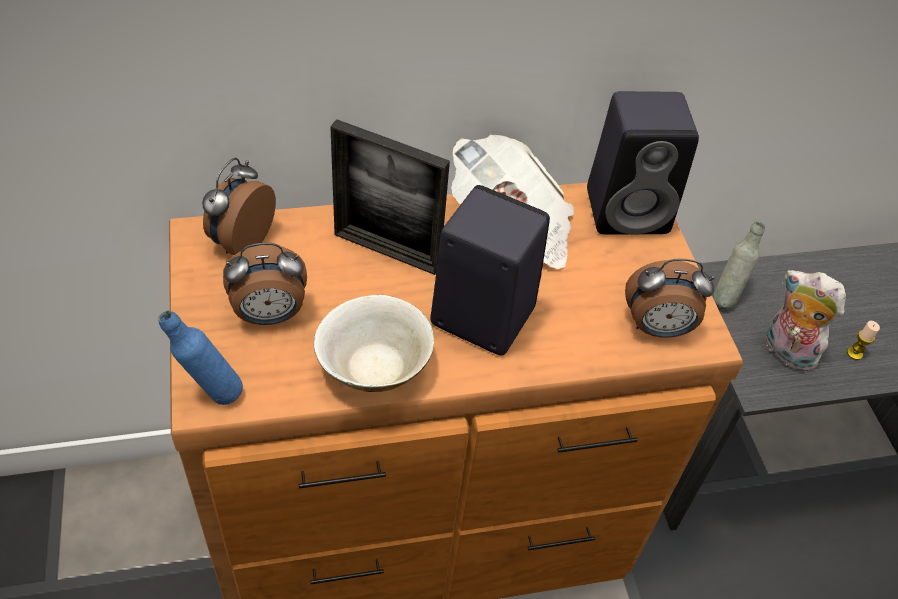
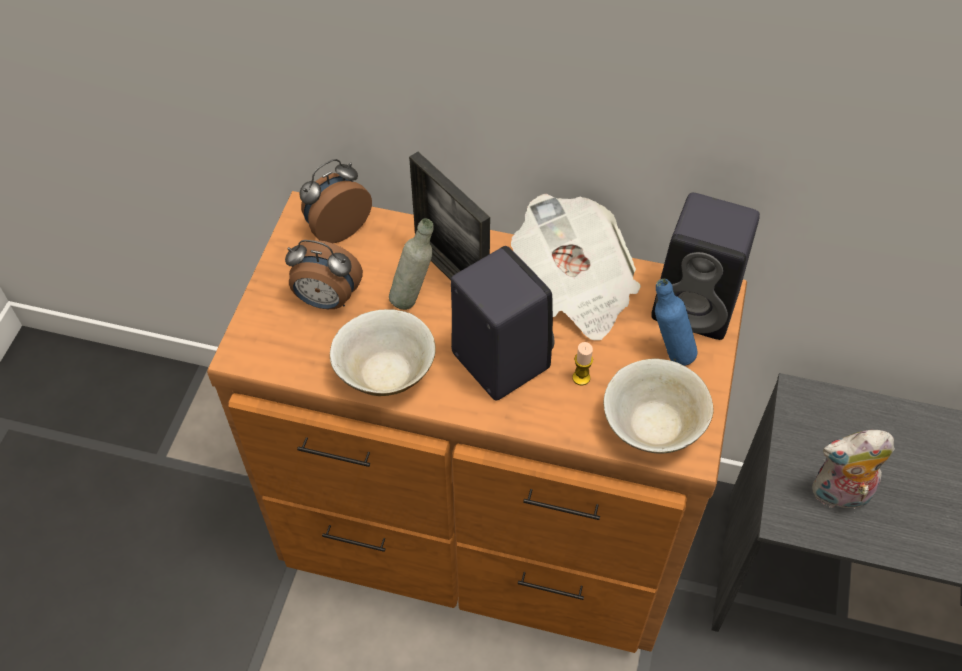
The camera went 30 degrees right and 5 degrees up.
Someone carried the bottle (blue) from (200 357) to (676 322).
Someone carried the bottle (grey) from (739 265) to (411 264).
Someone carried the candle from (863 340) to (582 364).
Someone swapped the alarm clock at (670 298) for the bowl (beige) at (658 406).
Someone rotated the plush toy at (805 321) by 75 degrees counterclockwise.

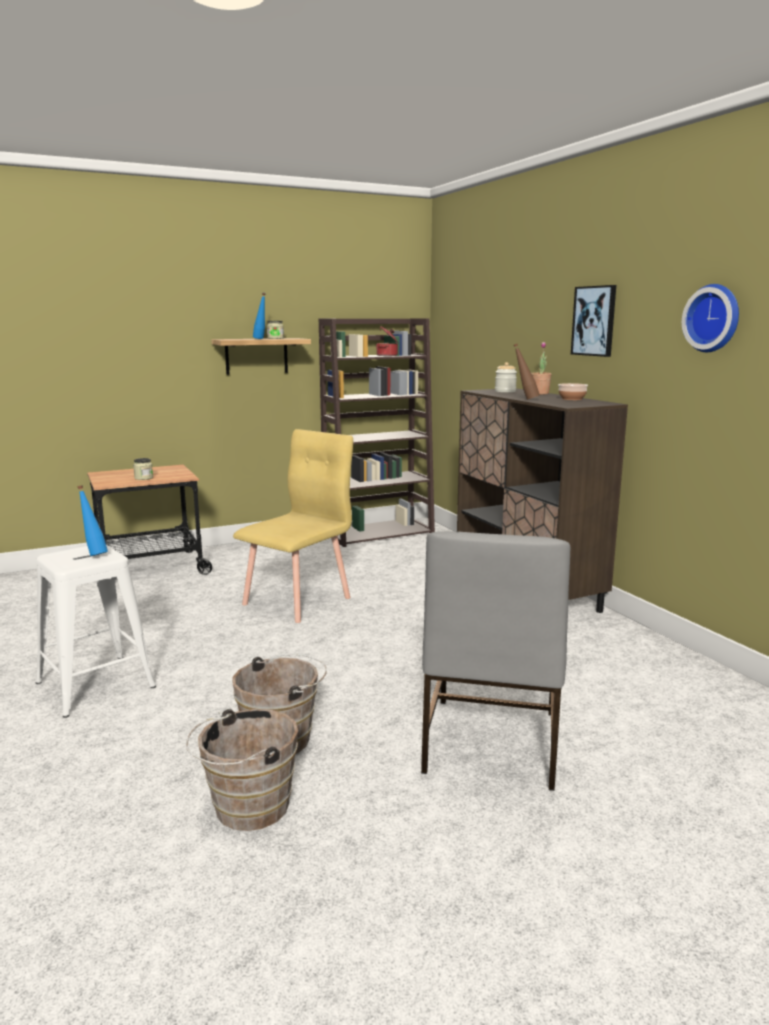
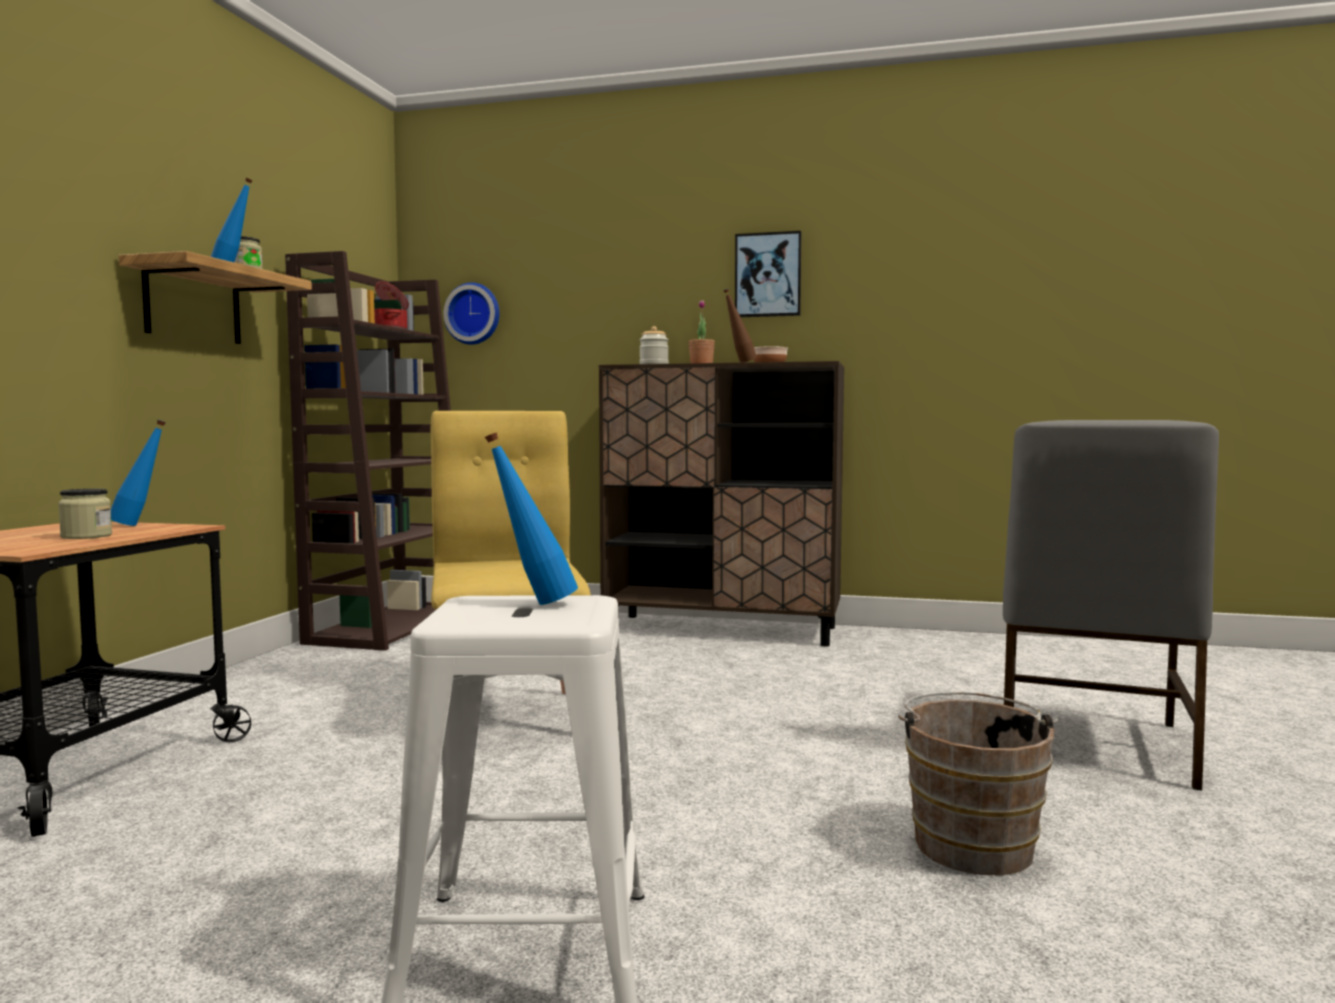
The camera went 50 degrees left and 10 degrees down.
Someone took away the bucket (brown) at (242 770).
Someone put down the bottle (blue) at (138 472).
Someone carried the wall clock from (710 318) to (472 314).
Someone rotated the chair (grey) at (495 661) by 60 degrees clockwise.

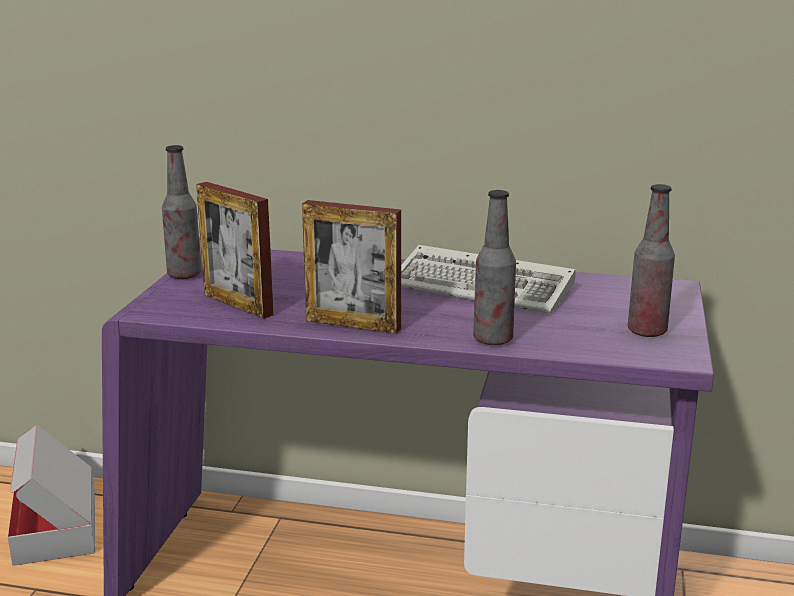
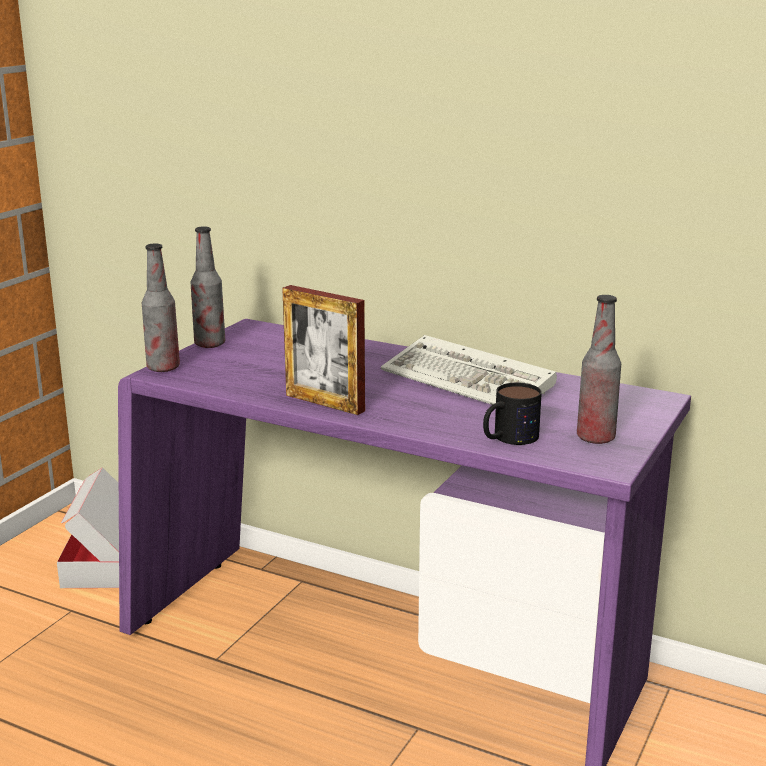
The camera went 15 degrees right and 0 degrees up.
Someone took away the picture frame at (235 250).
Someone put down the mug at (512 414).
Someone carried the bottle from (494 267) to (161 308).

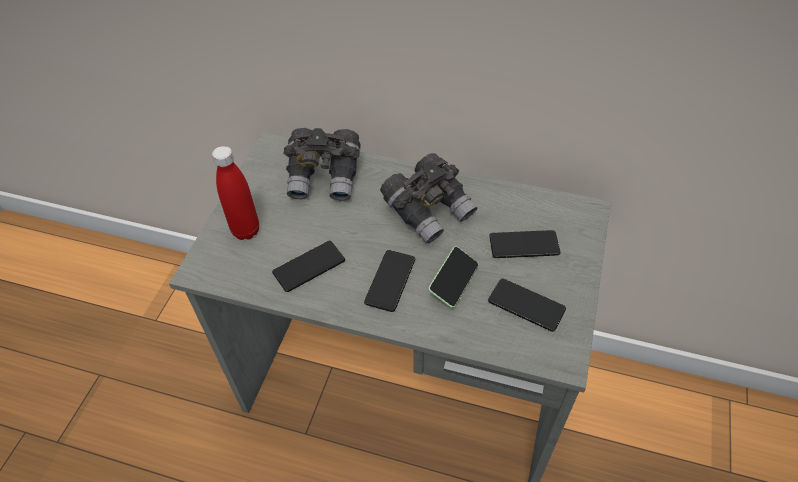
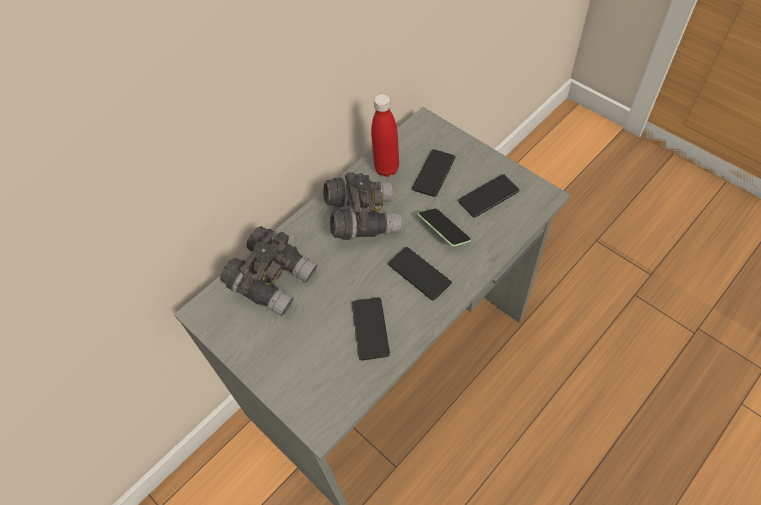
The camera went 60 degrees left and 5 degrees up.
Someone carried the bottle (red) from (235 193) to (385 135).

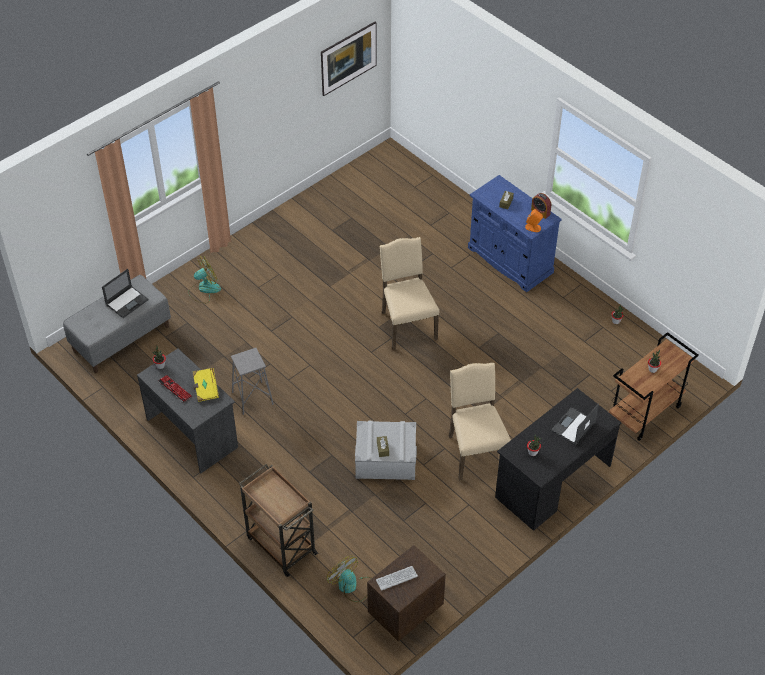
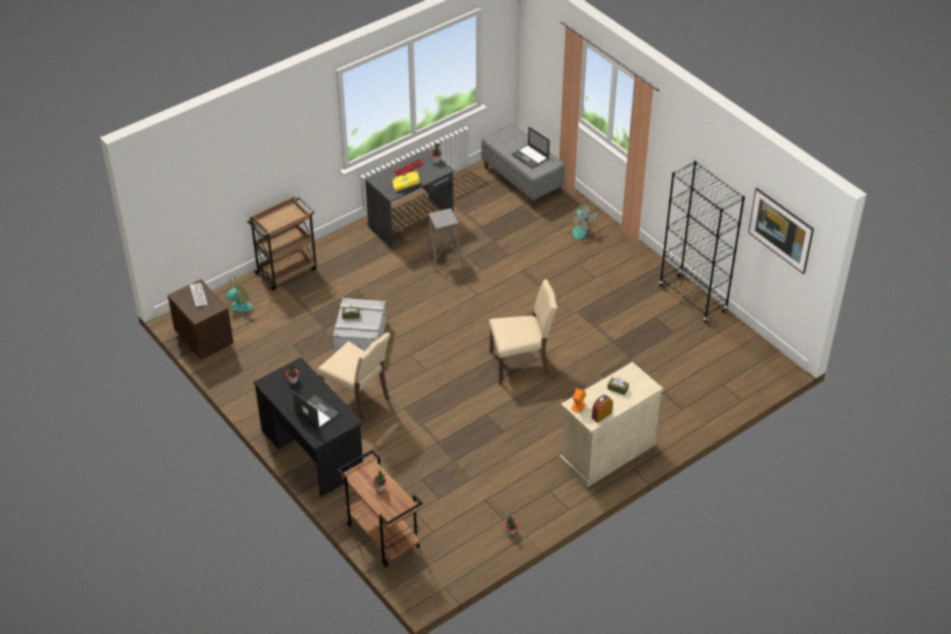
The camera went 95 degrees right and 5 degrees down.
Someone put down the bookcase (black) at (702 242).
Someone repainted the cabinet (blue) at (515 233), which became the cabinet (beige) at (611 424).
Someone rotated the chair (beige) at (480 421) by 45 degrees clockwise.

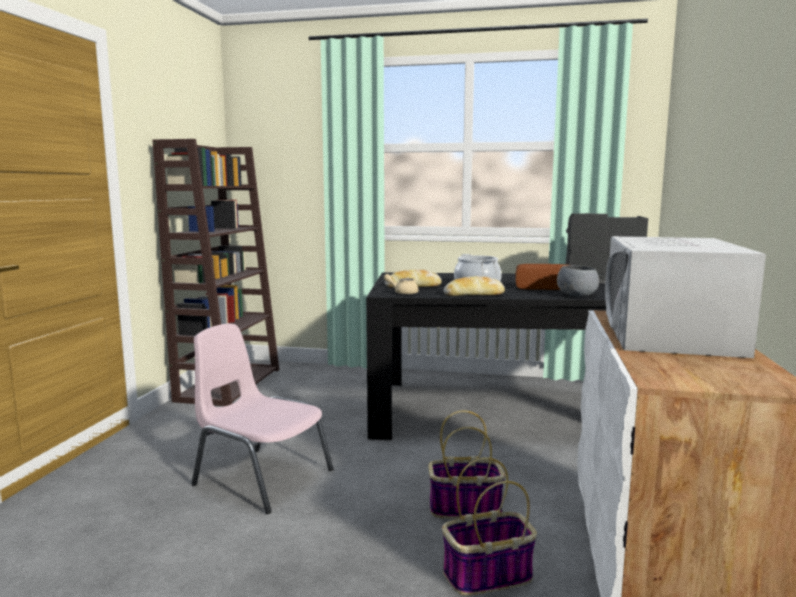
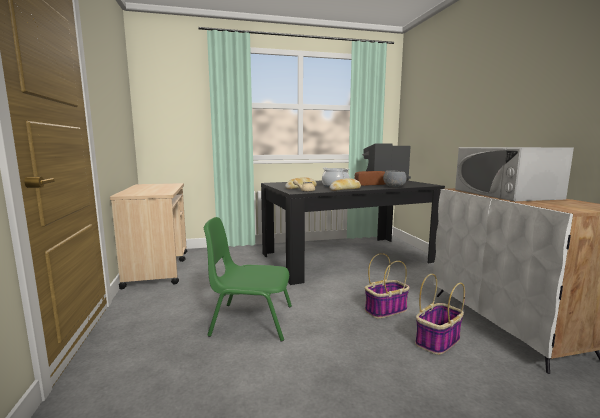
The camera went 25 degrees left and 0 degrees up.
Someone swapped the bookcase (brown) at (215 272) for the cart (beige) at (148 236).
Someone repainted the chair (pink) at (262 419), which became the chair (green) at (248 279).

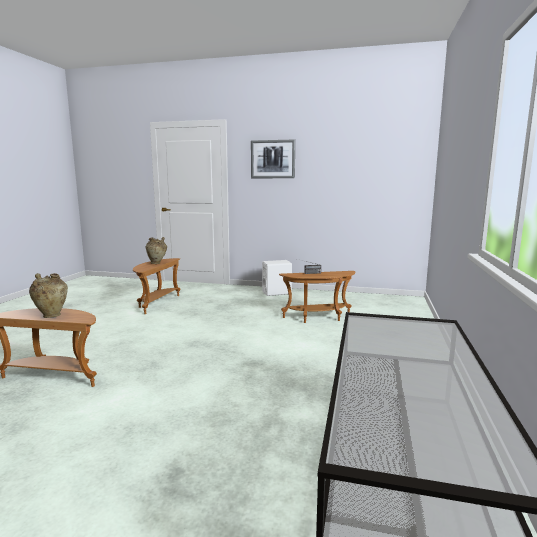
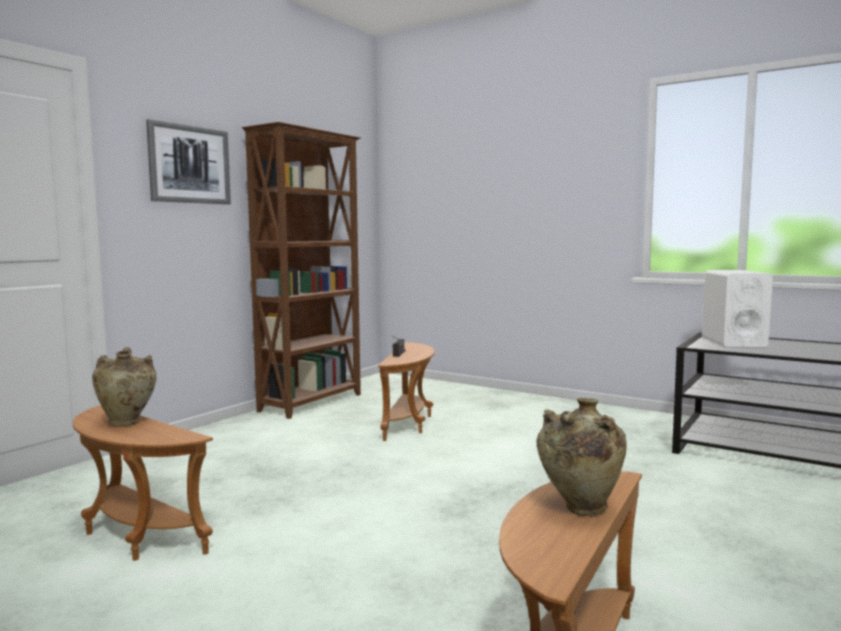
The camera went 70 degrees left and 5 degrees down.
Someone put down the bookcase (brown) at (301 270).
Someone carried the speaker (white) from (277 278) to (737 308).

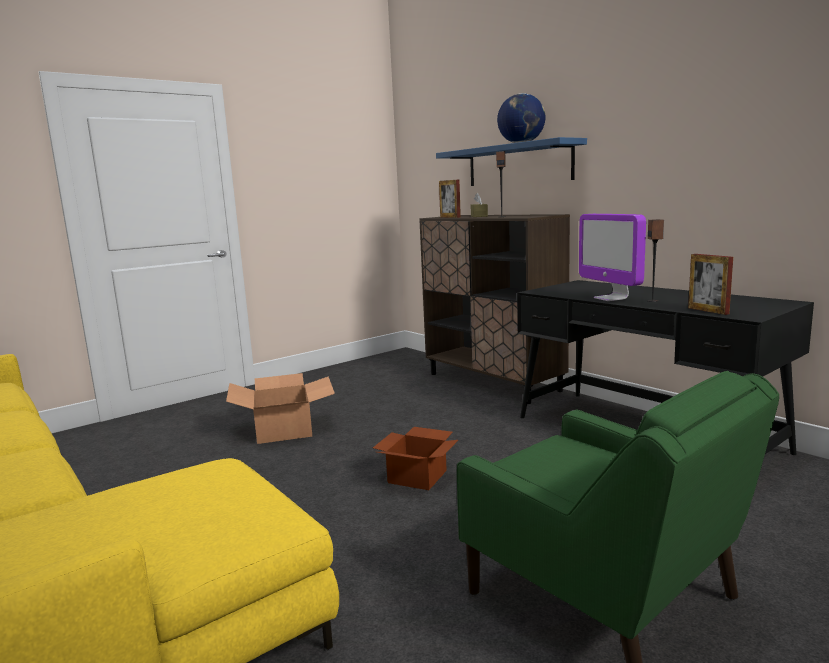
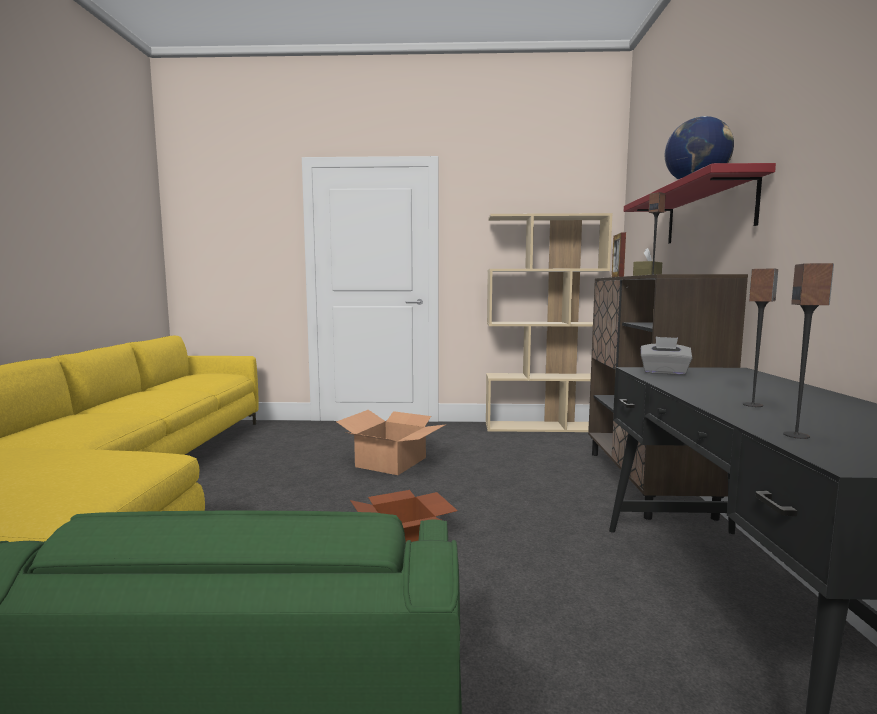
The camera went 40 degrees right and 5 degrees down.
Someone took away the monitor at (612 257).
Someone put down the bookcase (beige) at (549 322).
Someone put down the tissue box (grey) at (666 356).
Someone swapped the picture frame at (710 284) for the speaker at (808 351).
Someone repainted the shelf (blue) at (511 161), which became the shelf (red) at (700 203).

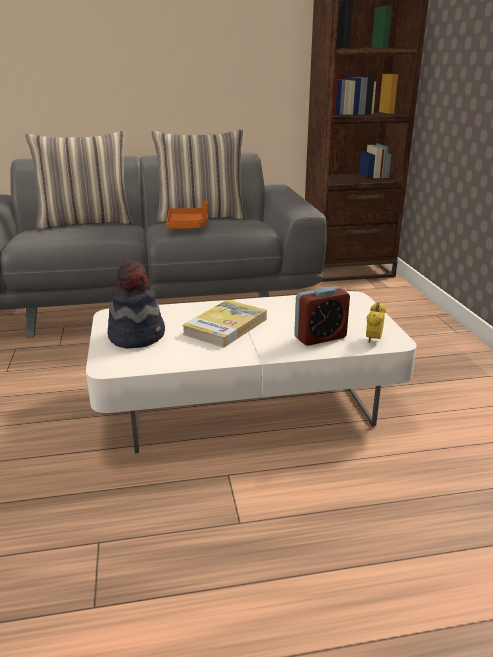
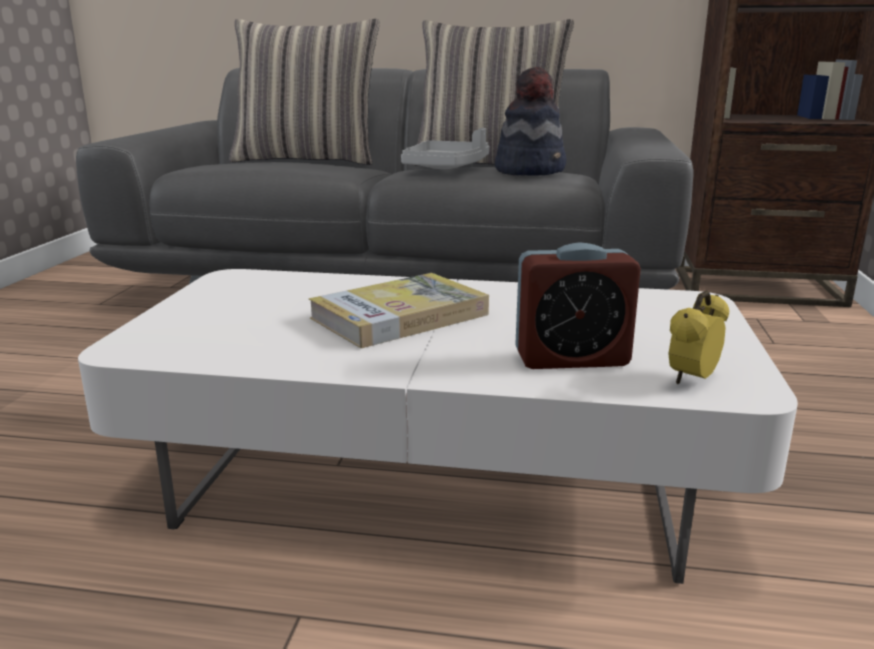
The camera went 20 degrees right and 5 degrees down.
Someone carried the hat from (136 304) to (530 121).
Someone repainted the tray (orange) at (187 215), which became the tray (grey) at (445 148).

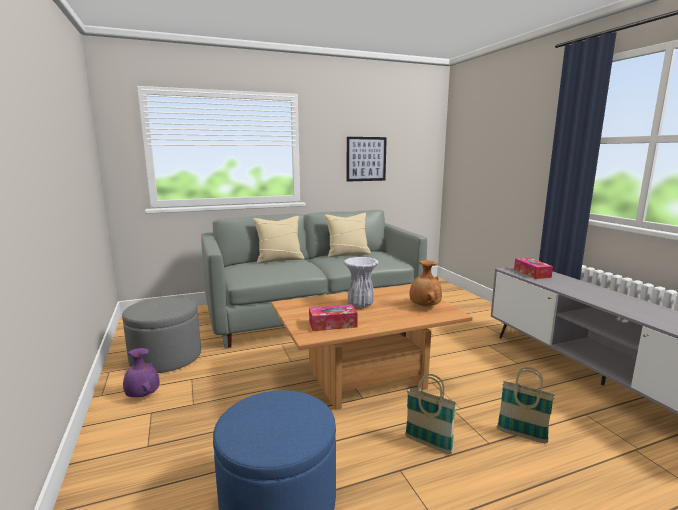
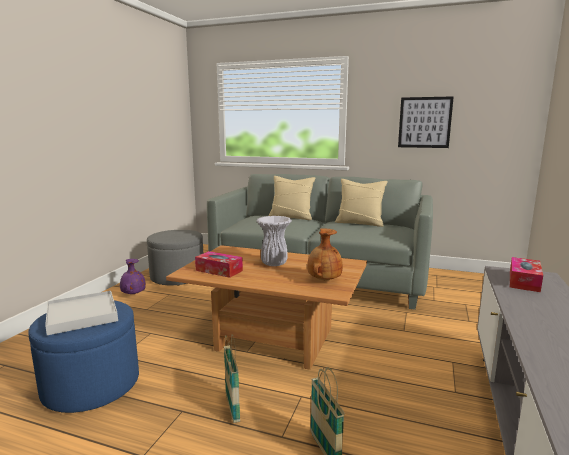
The camera went 40 degrees right and 0 degrees up.
Someone put down the tray (white) at (81 313).

